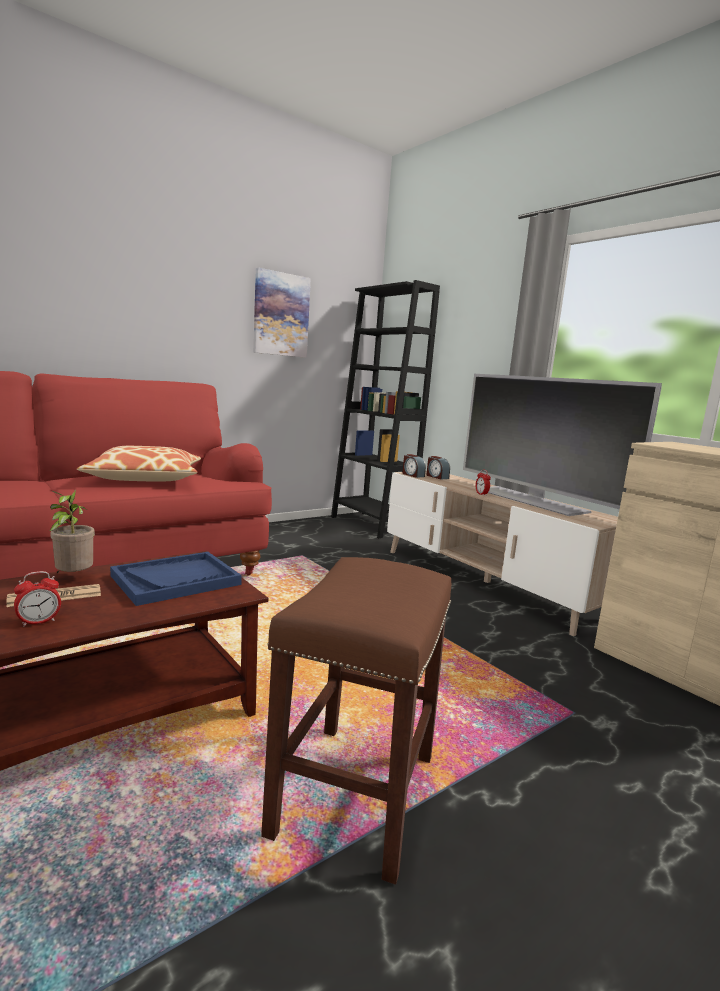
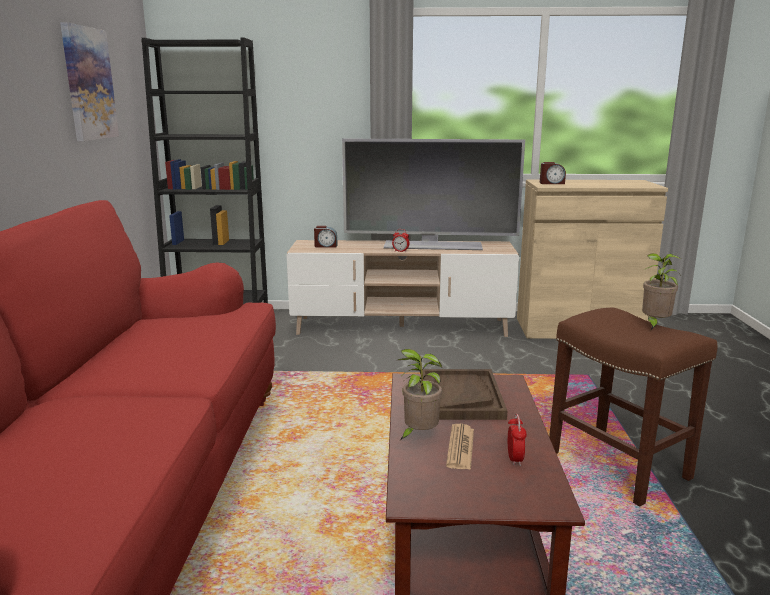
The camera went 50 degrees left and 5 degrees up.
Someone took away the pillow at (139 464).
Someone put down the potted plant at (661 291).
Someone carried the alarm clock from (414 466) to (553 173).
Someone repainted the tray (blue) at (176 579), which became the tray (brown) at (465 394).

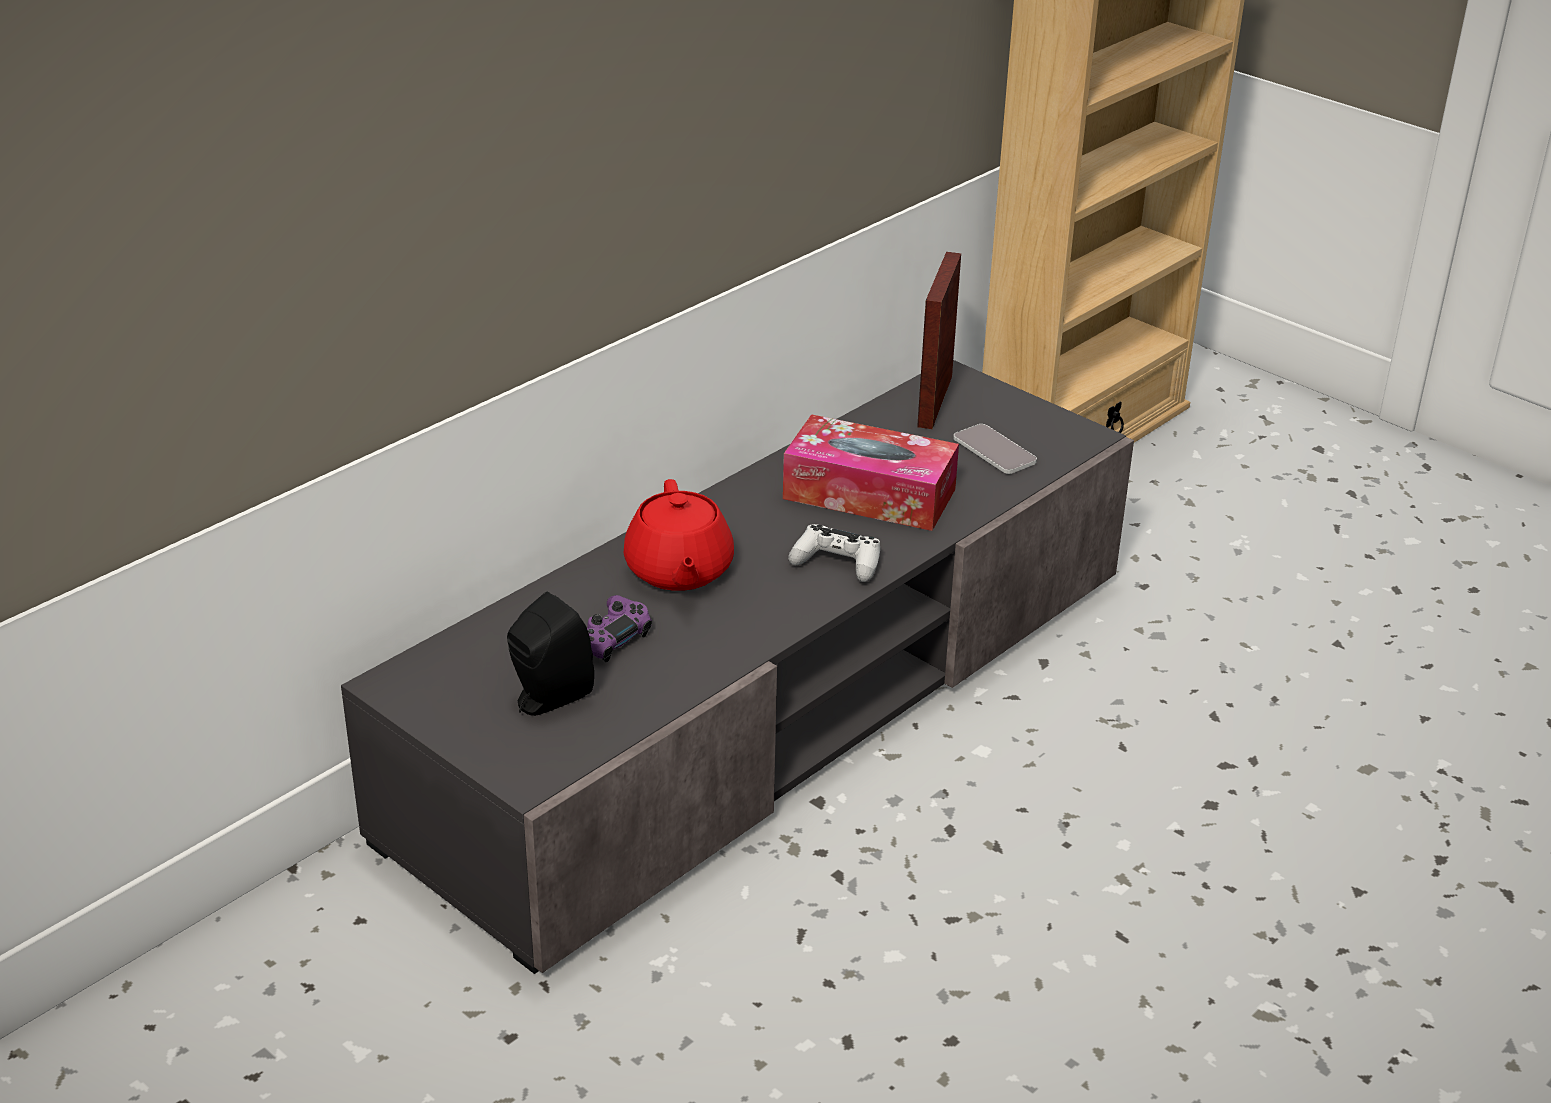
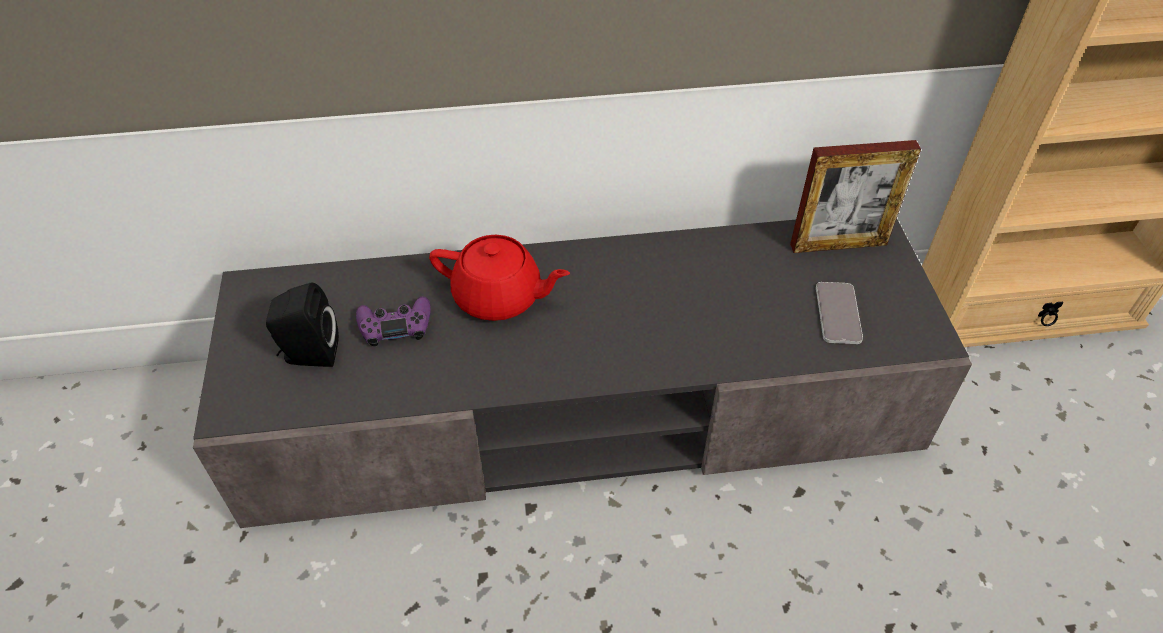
The camera went 40 degrees right and 15 degrees up.
Someone took away the tissue box at (871 472).
Someone took away the game controller (white) at (834 553).
Someone rotated the teapot (red) at (679 535) by 105 degrees counterclockwise.
Someone rotated the picture frame at (939 340) by 150 degrees counterclockwise.

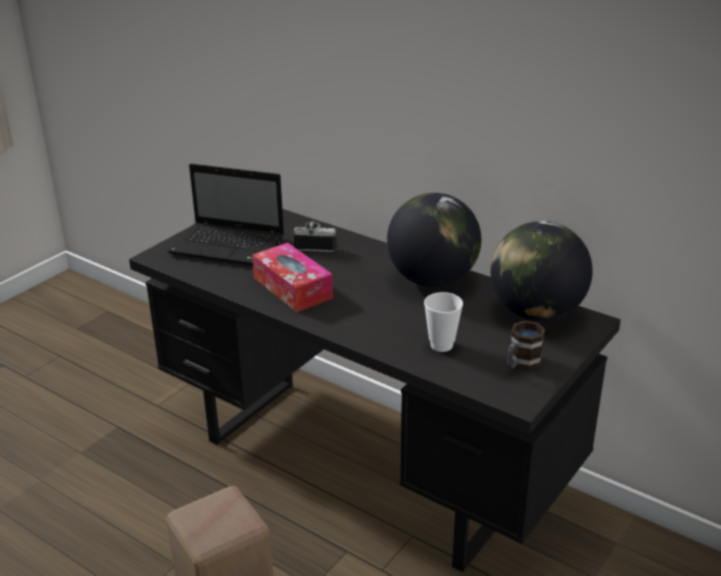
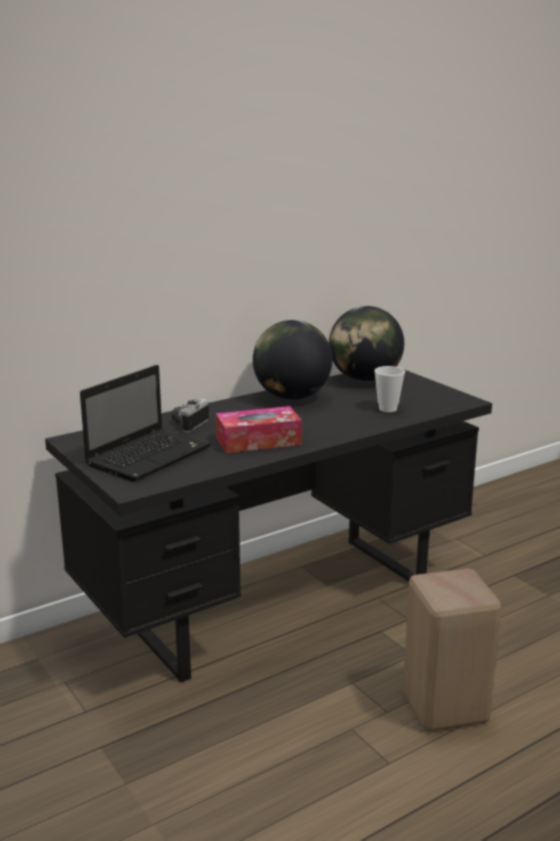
The camera went 70 degrees left and 10 degrees down.
Someone took away the mug at (526 345).

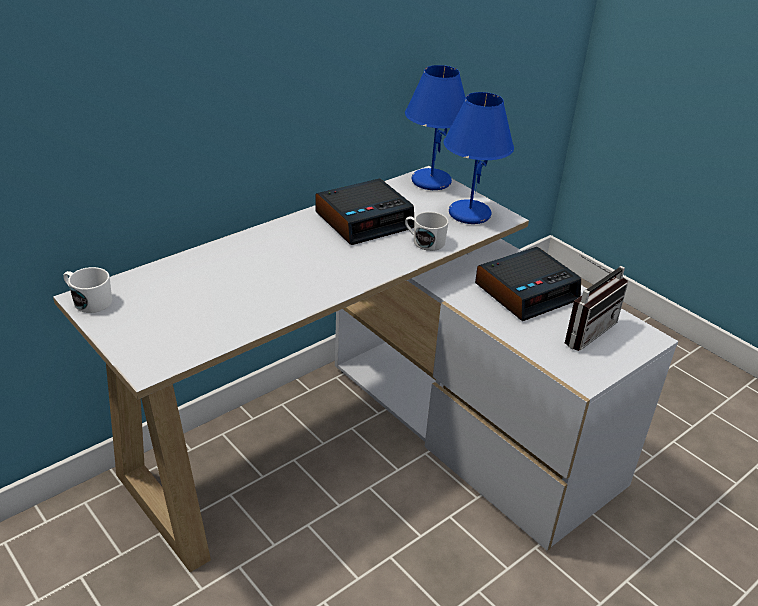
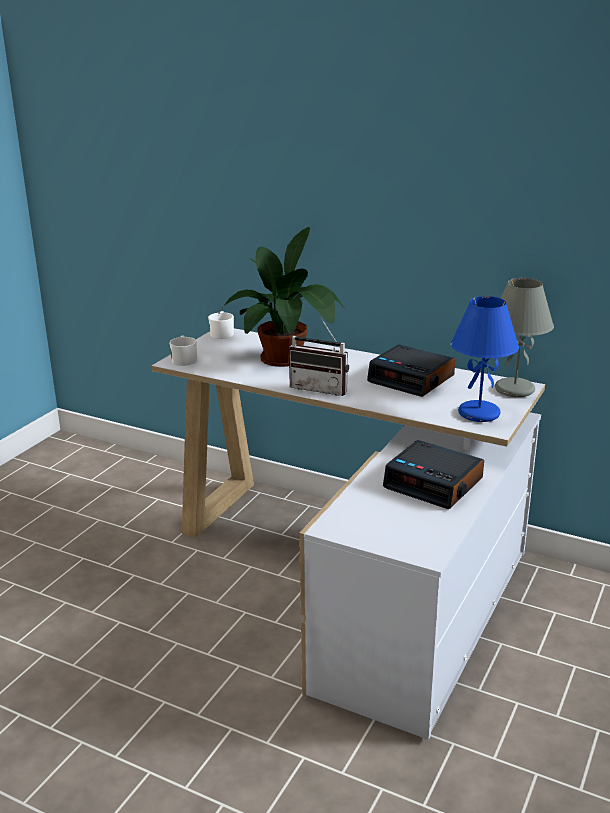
The camera went 70 degrees right and 10 degrees down.
Someone put down the potted plant at (281 297).
Someone carried the mug (white) from (427 231) to (183 350).
Someone carried the radio from (596 302) to (319 357).
Someone repainted the table lamp (blue) at (435 127), which became the table lamp (grey) at (524 337).

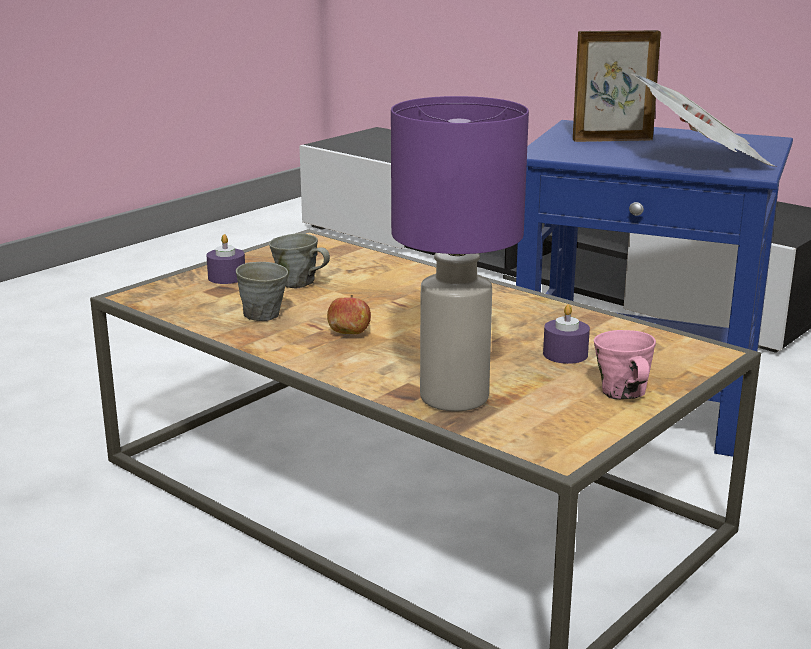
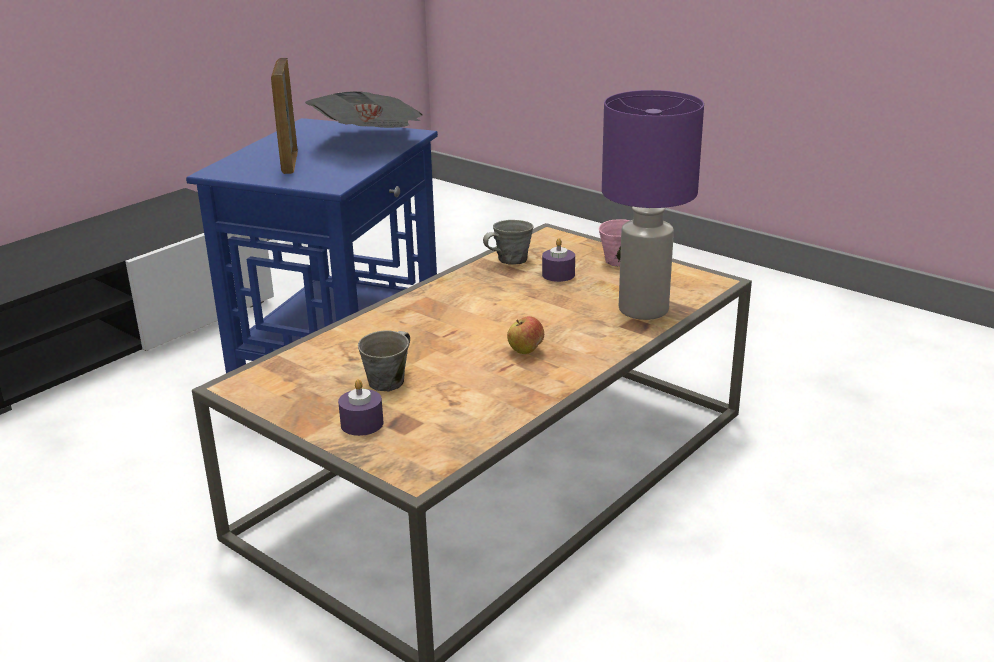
The camera went 90 degrees left and 5 degrees up.
Someone carried the mug (grey) from (262 291) to (508 242).

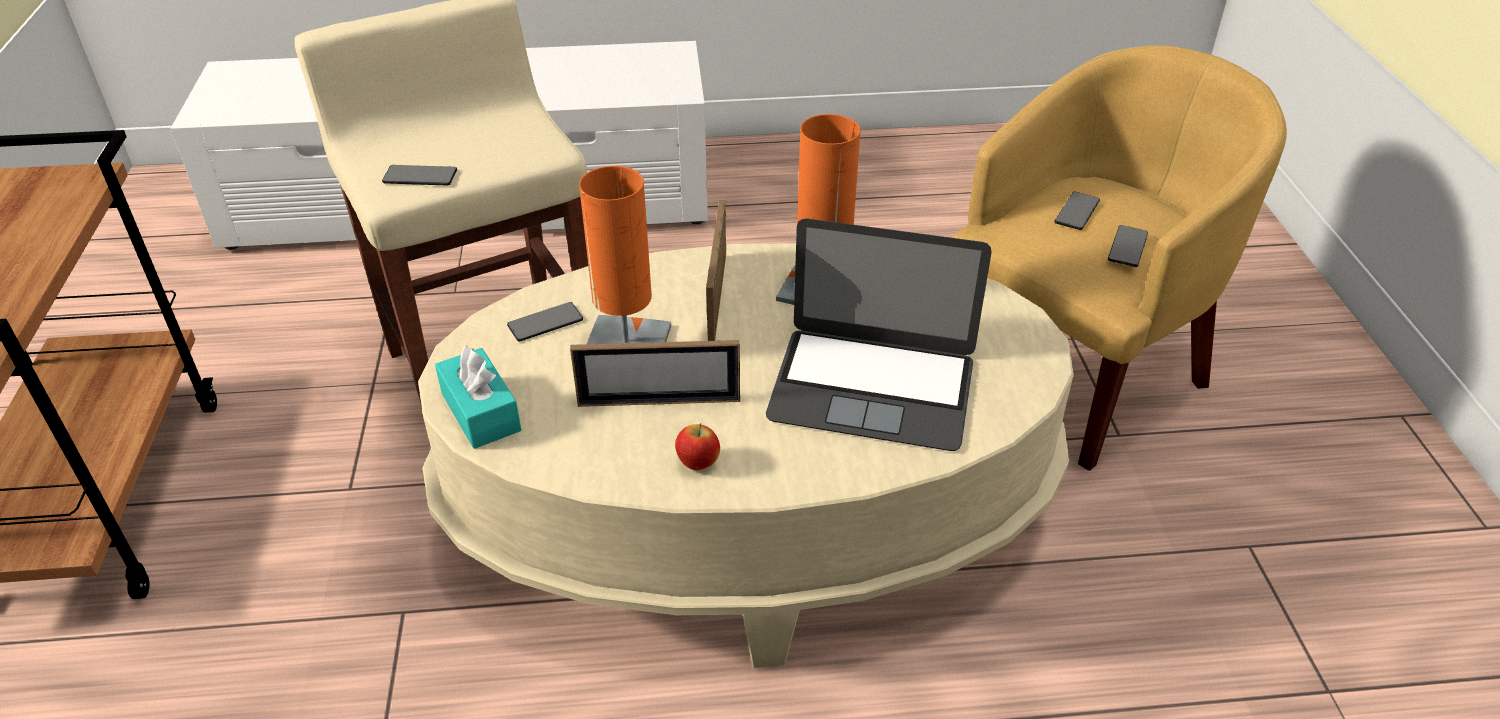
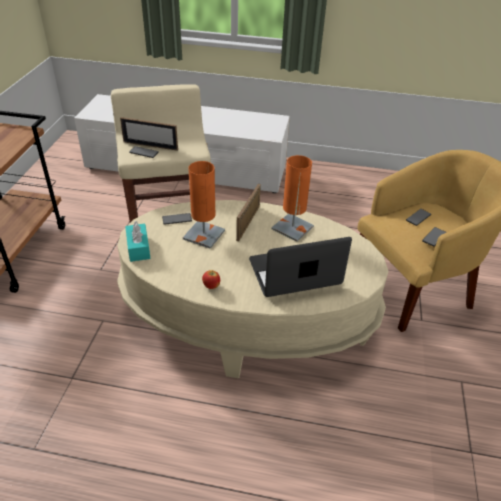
The camera went 15 degrees right and 0 degrees up.
Someone carried the picture frame from (655 373) to (149 134).
Someone rotated the laptop at (879 335) by 135 degrees clockwise.

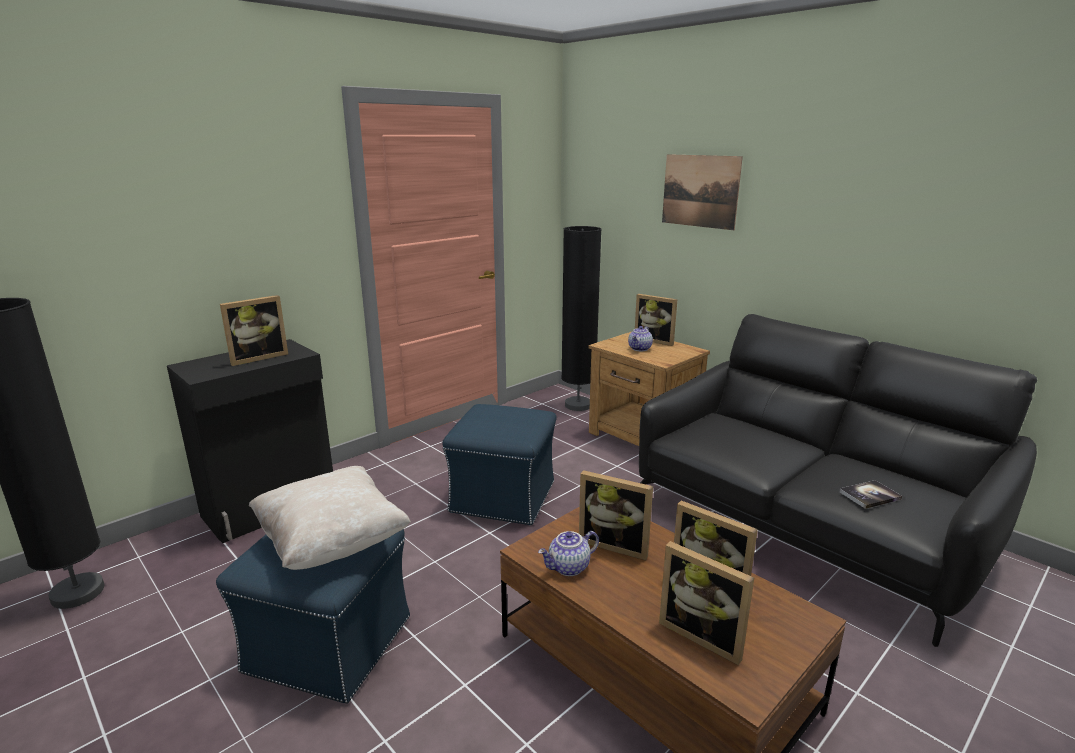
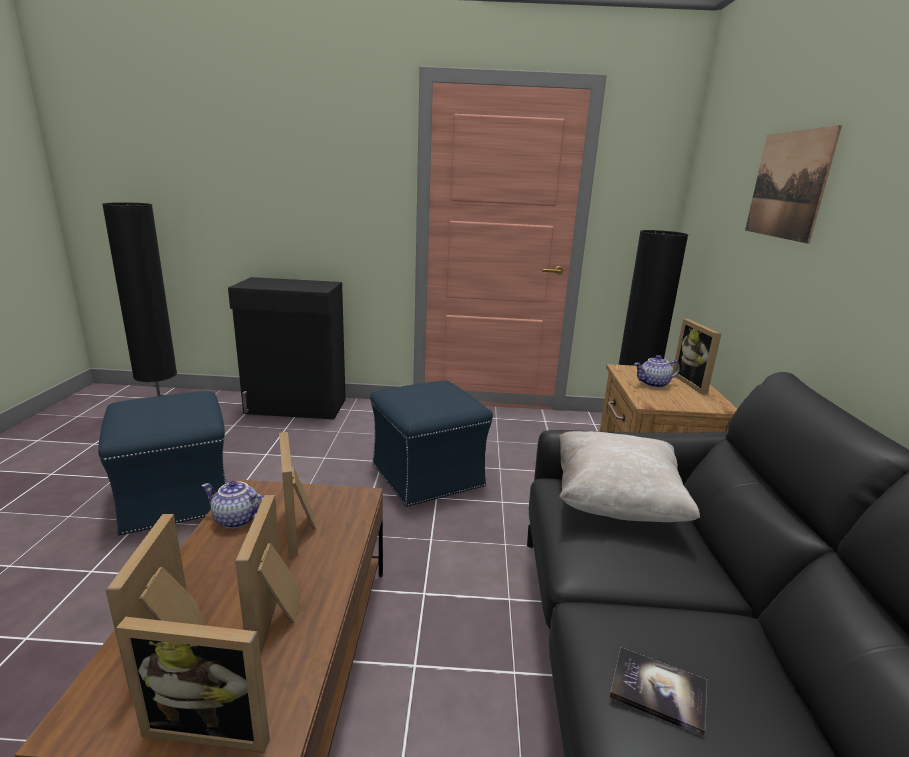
The camera went 45 degrees right and 0 degrees up.
Someone carried the picture frame from (254 330) to (193 685).
Someone carried the pillow (beige) from (330 518) to (629 476).

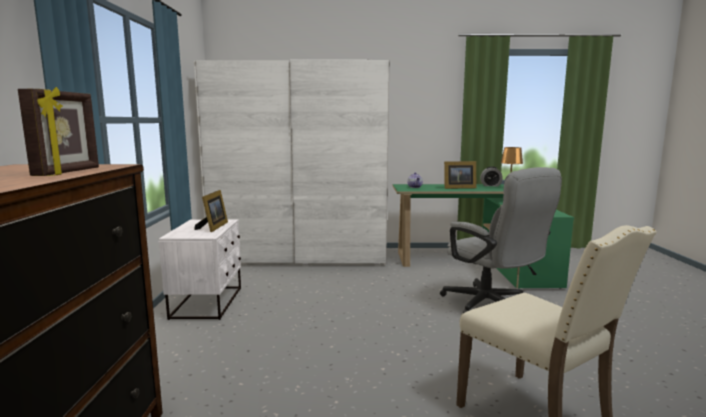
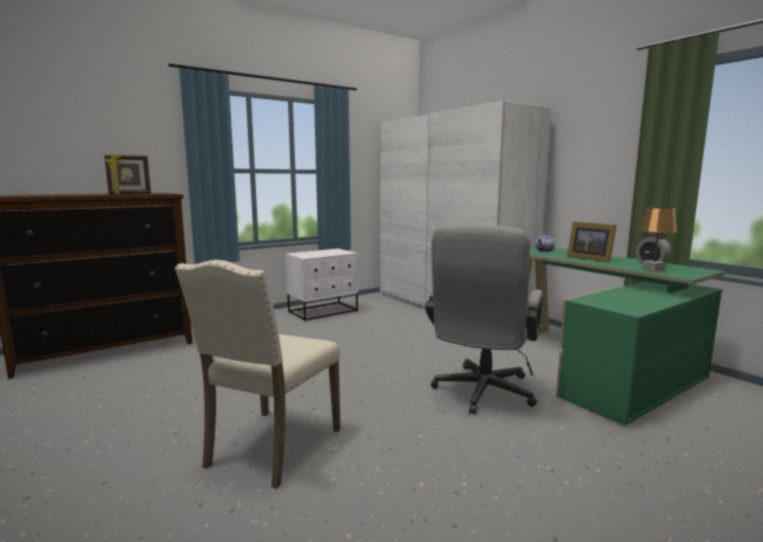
The camera went 55 degrees right and 0 degrees up.
Someone took away the picture frame at (211 211).

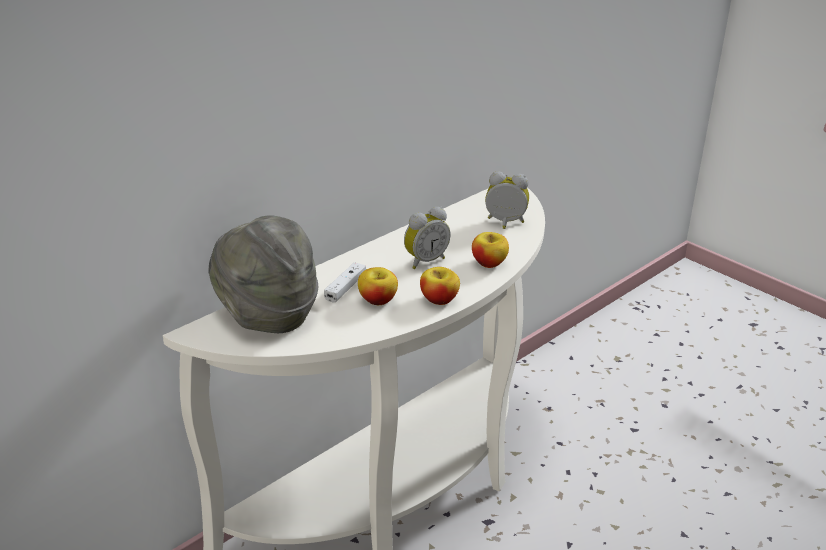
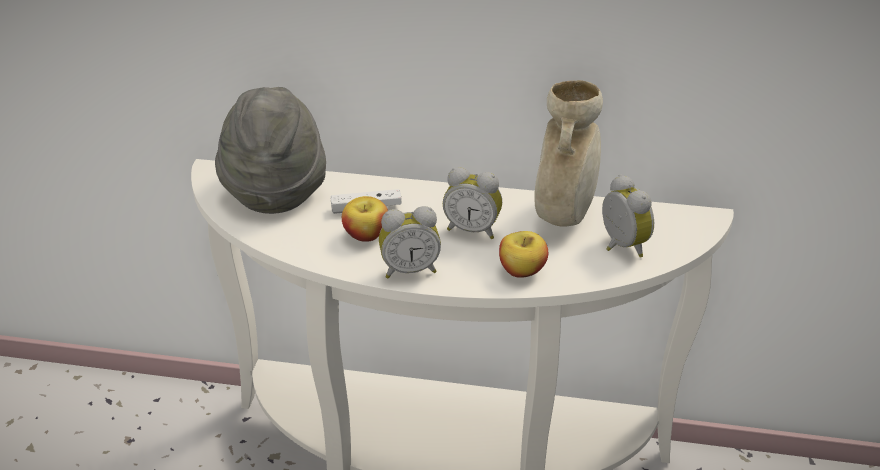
The camera went 55 degrees right and 5 degrees up.
Someone put down the vase (beige) at (568 153).
Someone swapped the apple at (440 286) for the alarm clock at (410 242).

